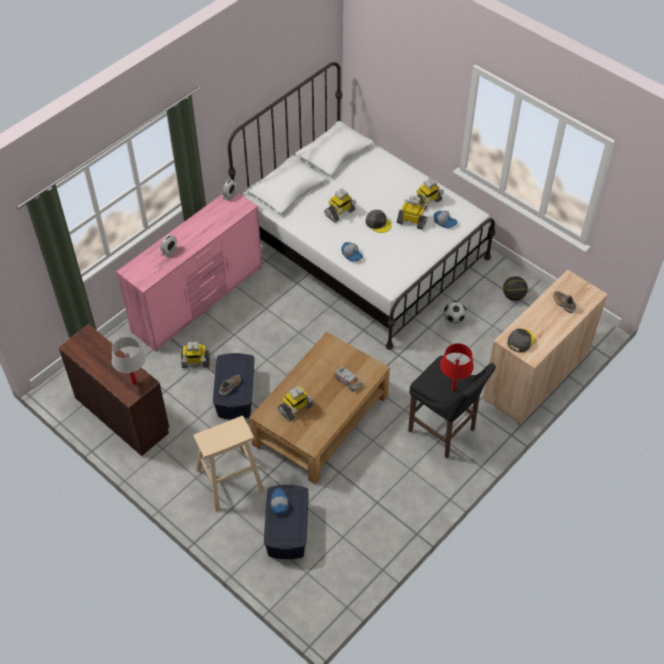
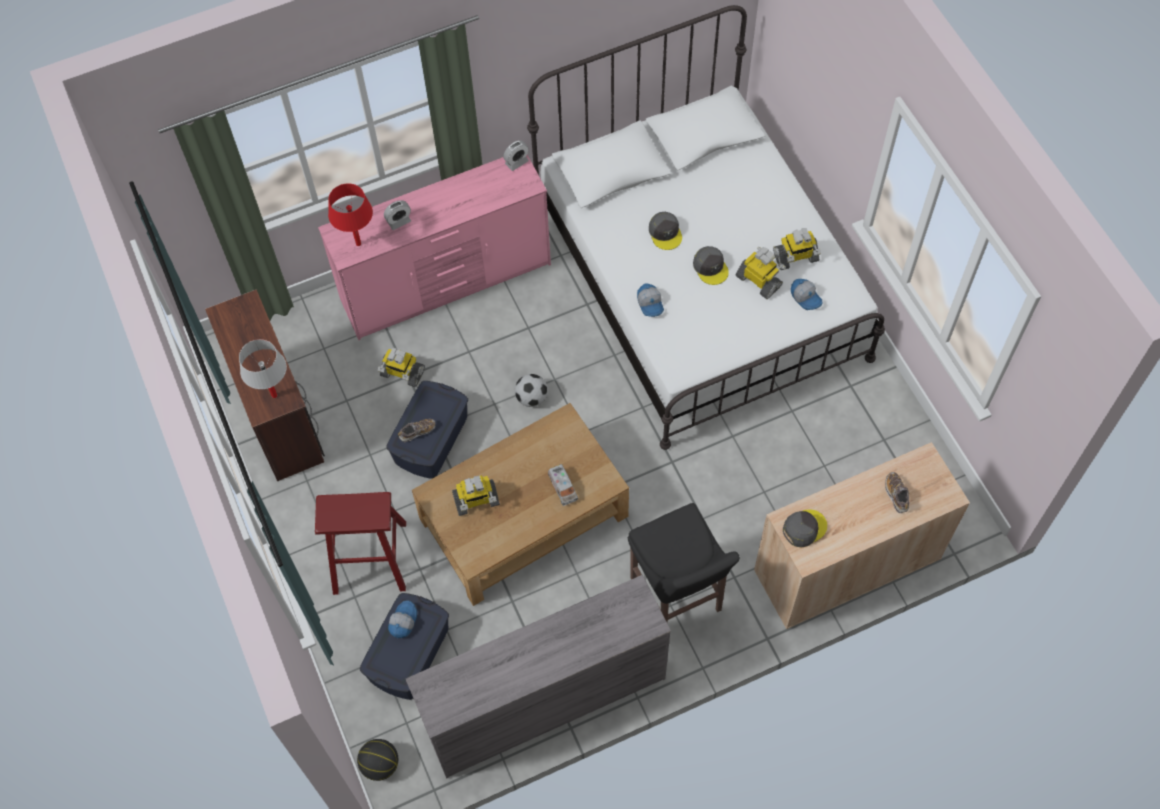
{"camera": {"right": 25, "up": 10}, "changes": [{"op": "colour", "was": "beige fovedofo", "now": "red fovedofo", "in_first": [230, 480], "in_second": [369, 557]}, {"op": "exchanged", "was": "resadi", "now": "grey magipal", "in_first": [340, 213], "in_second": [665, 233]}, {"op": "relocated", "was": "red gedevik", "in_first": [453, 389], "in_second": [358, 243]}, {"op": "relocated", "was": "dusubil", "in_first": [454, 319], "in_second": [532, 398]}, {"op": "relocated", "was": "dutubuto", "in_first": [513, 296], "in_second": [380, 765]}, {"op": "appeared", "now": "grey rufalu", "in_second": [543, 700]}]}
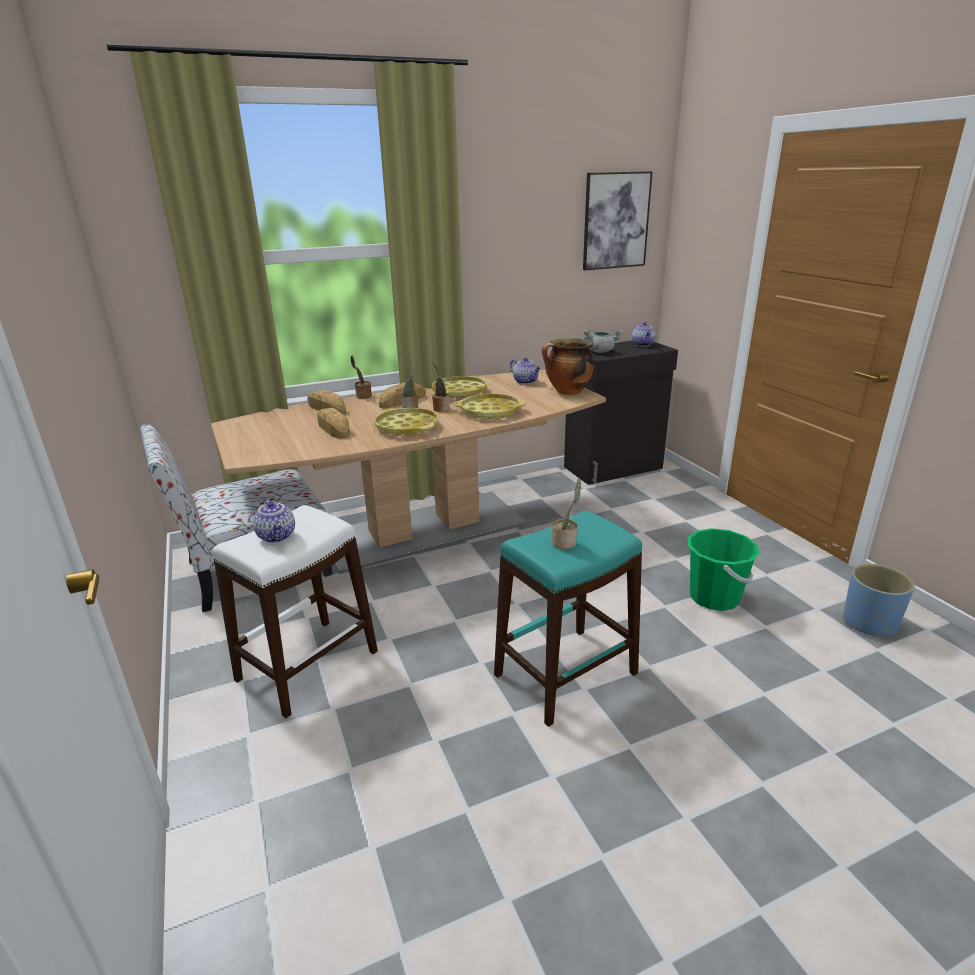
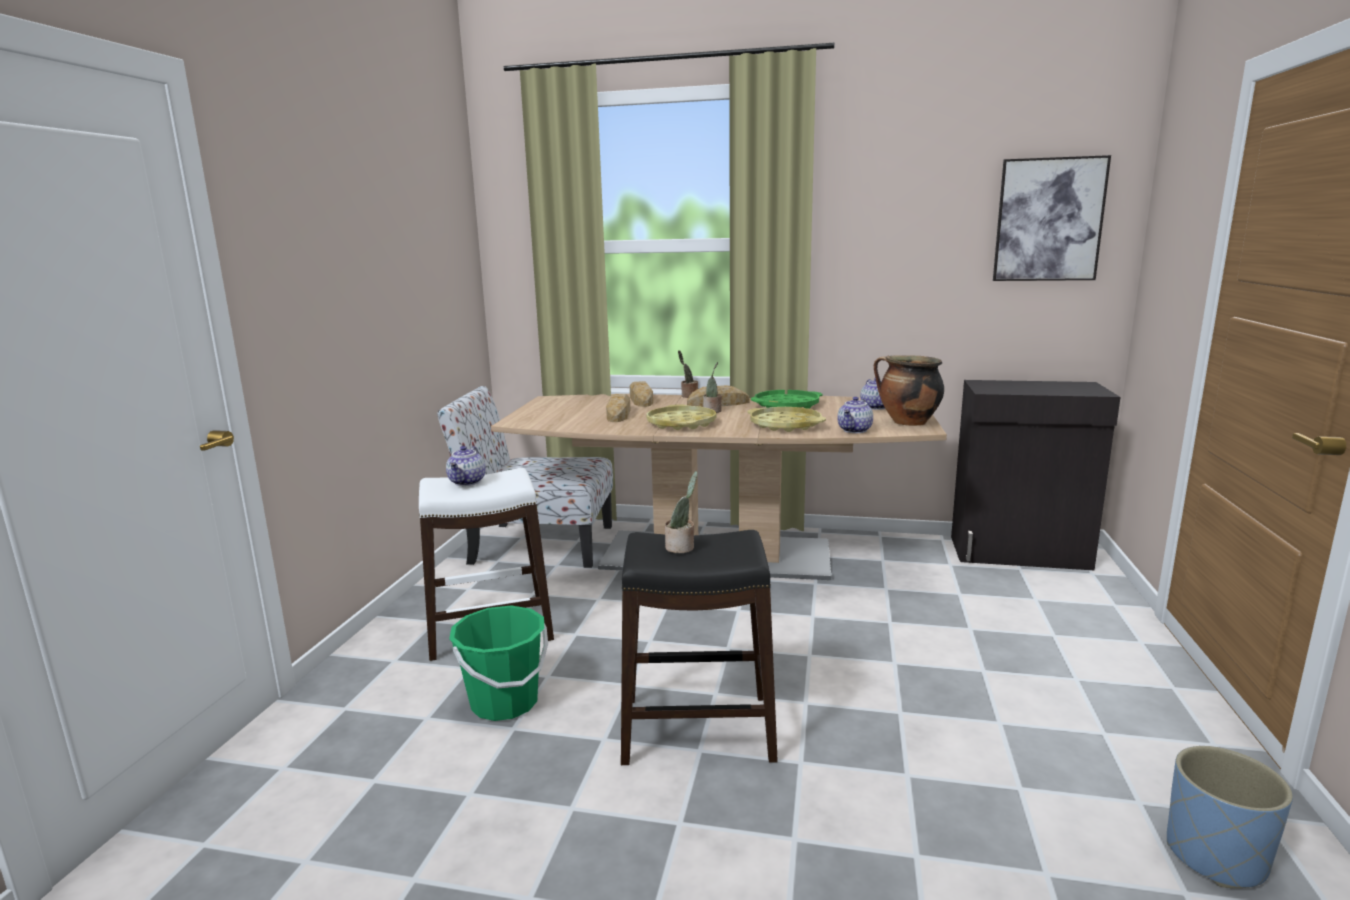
{"camera": {"right": 35, "up": -10}, "changes": [{"op": "missing", "was": "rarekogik", "in_first": [440, 409]}, {"op": "colour", "was": "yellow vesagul", "now": "green vesagul", "in_first": [459, 392], "in_second": [786, 405]}, {"op": "colour", "was": "turquoise fovedofo", "now": "black fovedofo", "in_first": [564, 674], "in_second": [696, 728]}, {"op": "missing", "was": "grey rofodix", "in_first": [600, 352]}, {"op": "relocated", "was": "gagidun", "in_first": [643, 345], "in_second": [855, 430]}, {"op": "relocated", "was": "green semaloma", "in_first": [714, 597], "in_second": [504, 702]}]}
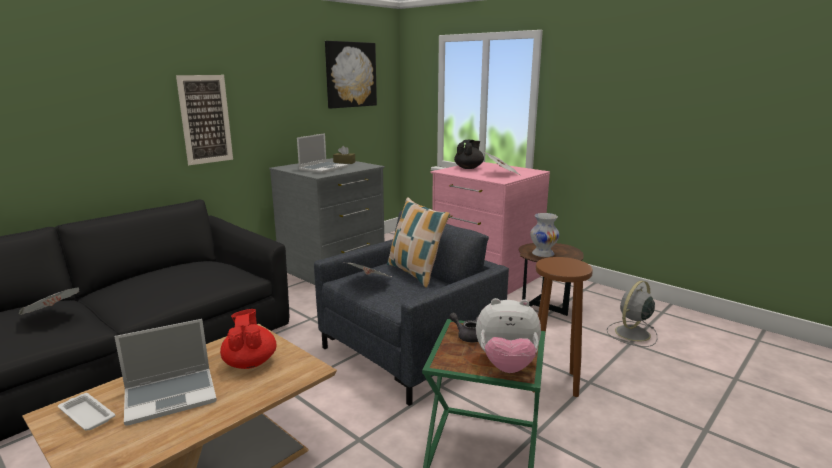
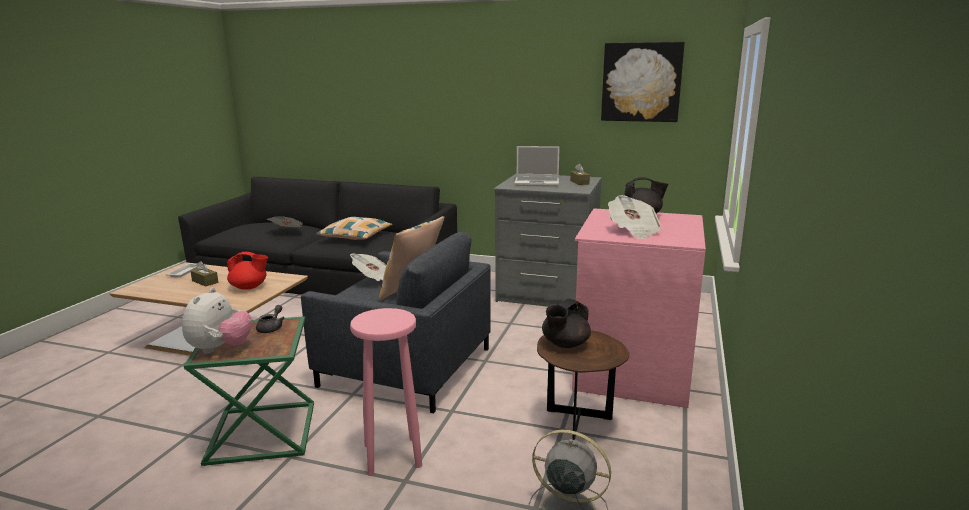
{"camera": {"right": 65, "up": 0}, "changes": [{"op": "exchanged", "was": "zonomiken", "now": "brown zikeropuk", "in_first": [172, 396], "in_second": [205, 282]}, {"op": "missing", "was": "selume", "in_first": [205, 119]}, {"op": "spun", "was": "red gagidun", "in_first": [250, 362], "in_second": [249, 287], "clockwise": 45}, {"op": "spun", "was": "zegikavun", "in_first": [506, 365], "in_second": [220, 349], "clockwise": -150}, {"op": "exchanged", "was": "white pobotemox", "now": "black gagidun", "in_first": [542, 254], "in_second": [565, 344]}, {"op": "colour", "was": "brown fovedofo", "now": "pink fovedofo", "in_first": [553, 382], "in_second": [391, 455]}, {"op": "appeared", "now": "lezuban", "in_second": [355, 236]}]}
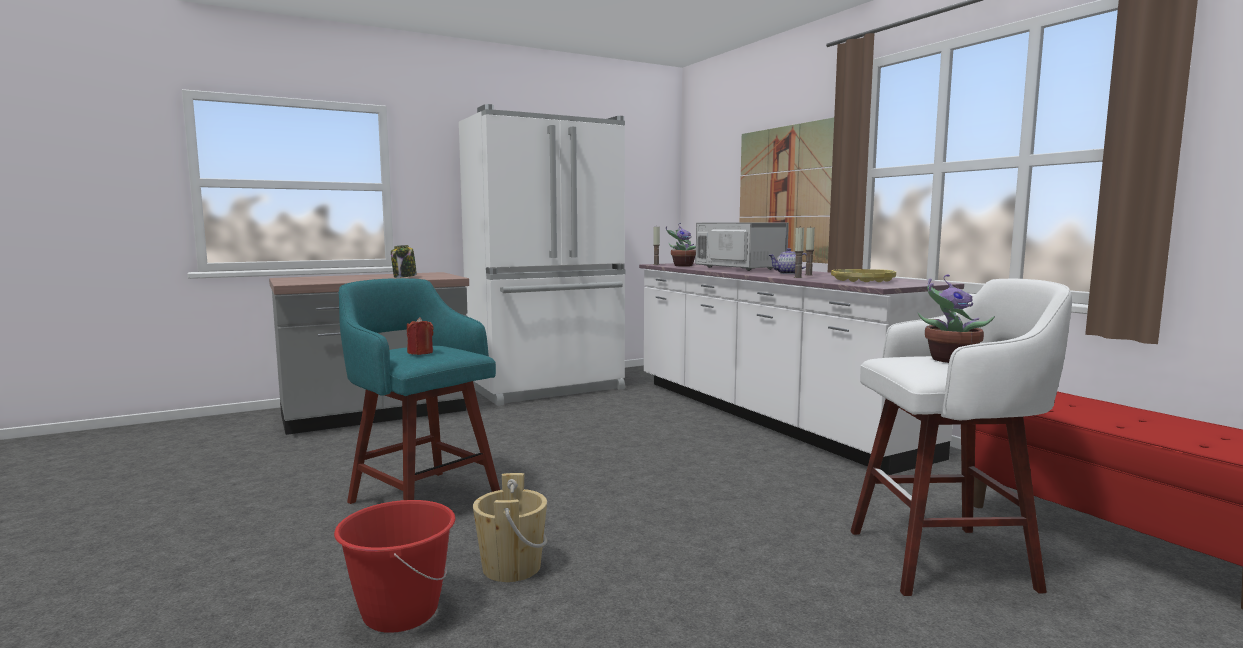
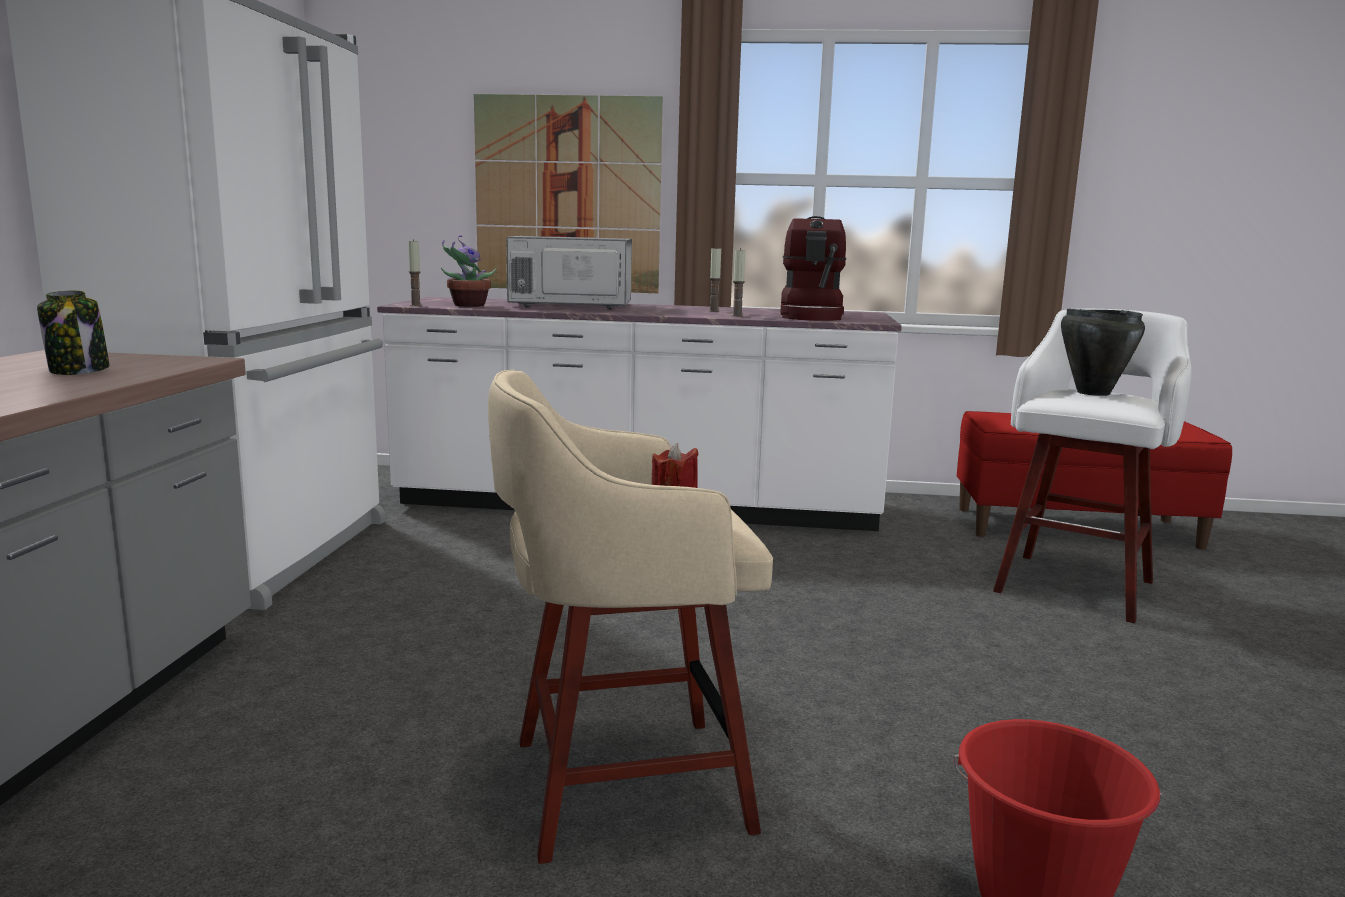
{"camera": {"right": -55, "up": 5}, "changes": [{"op": "colour", "was": "turquoise fovedofo", "now": "beige fovedofo", "in_first": [422, 499], "in_second": [620, 785]}, {"op": "missing", "was": "beige semaloma", "in_first": [511, 567]}, {"op": "missing", "was": "gagidun", "in_first": [788, 273]}, {"op": "exchanged", "was": "yellow vesagul", "now": "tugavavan", "in_first": [863, 280], "in_second": [812, 315]}, {"op": "exchanged", "was": "rarekogik", "now": "black rofodix", "in_first": [948, 360], "in_second": [1092, 393]}]}
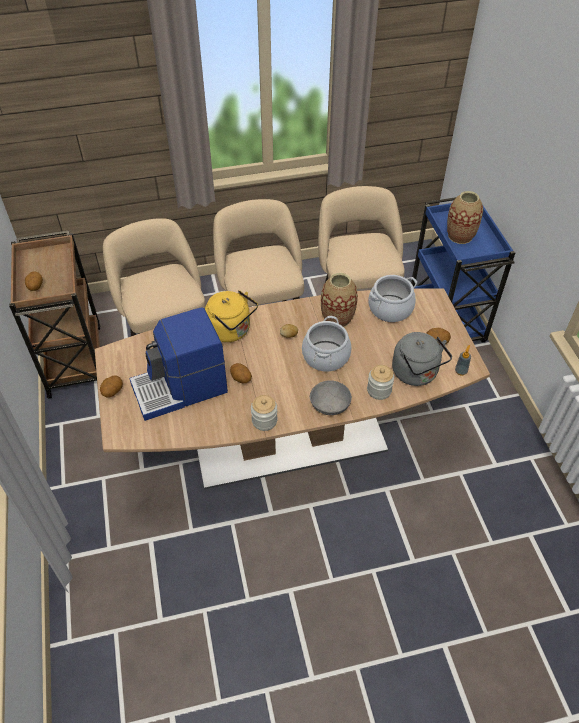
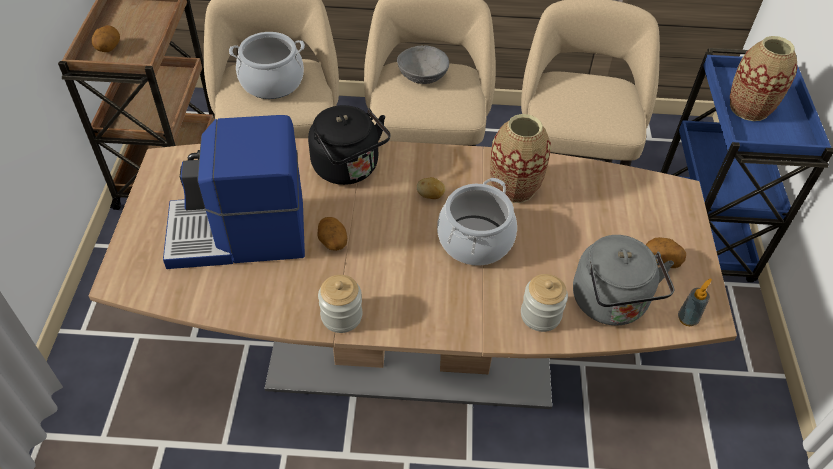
{"camera": {"right": 15, "up": 0}, "changes": [{"op": "missing", "was": "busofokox", "in_first": [112, 392]}, {"op": "colour", "was": "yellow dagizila", "now": "black dagizila", "in_first": [231, 331], "in_second": [349, 169]}, {"op": "relocated", "was": "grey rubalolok", "in_first": [330, 405], "in_second": [423, 76]}, {"op": "relocated", "was": "rofodix", "in_first": [390, 308], "in_second": [271, 82]}]}
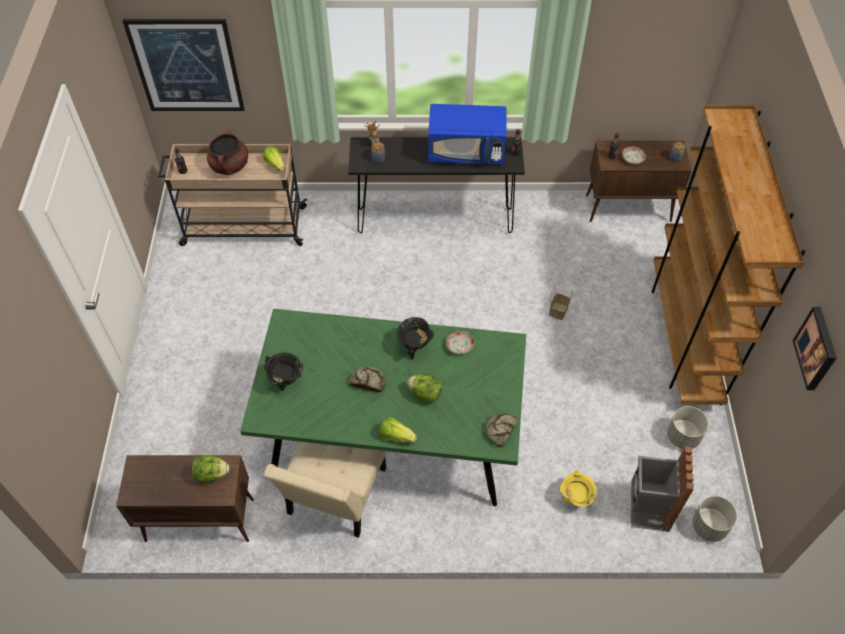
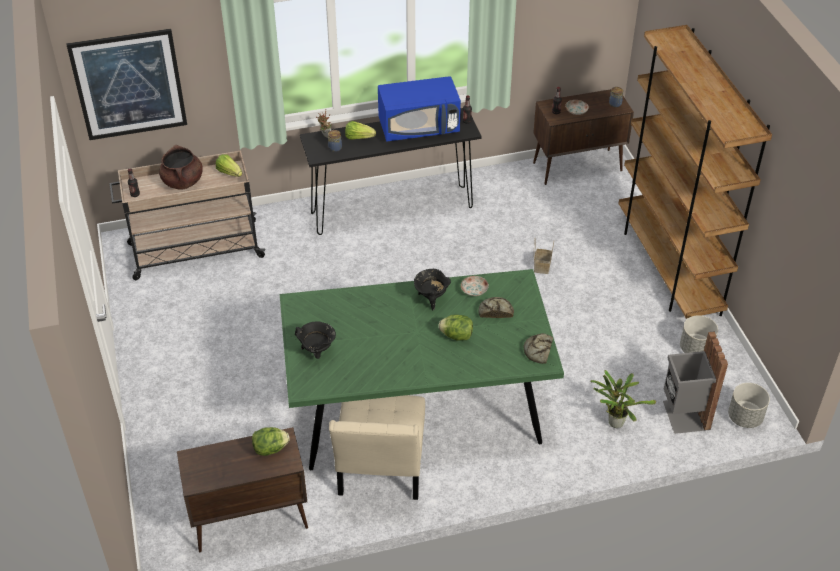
{"camera": {"right": -15, "up": -10}, "changes": [{"op": "relocated", "was": "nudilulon", "in_first": [368, 381], "in_second": [495, 311]}, {"op": "relocated", "was": "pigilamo", "in_first": [396, 436], "in_second": [358, 137]}, {"op": "exchanged", "was": "yellow rofodix", "now": "rarekogik", "in_first": [575, 498], "in_second": [614, 421]}, {"op": "missing", "was": "selume", "in_first": [817, 348]}]}
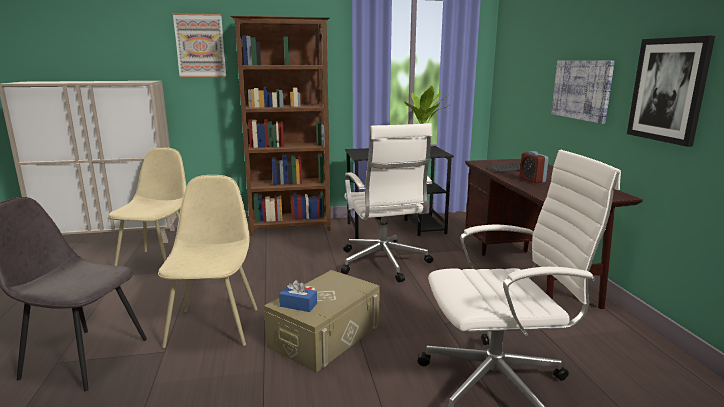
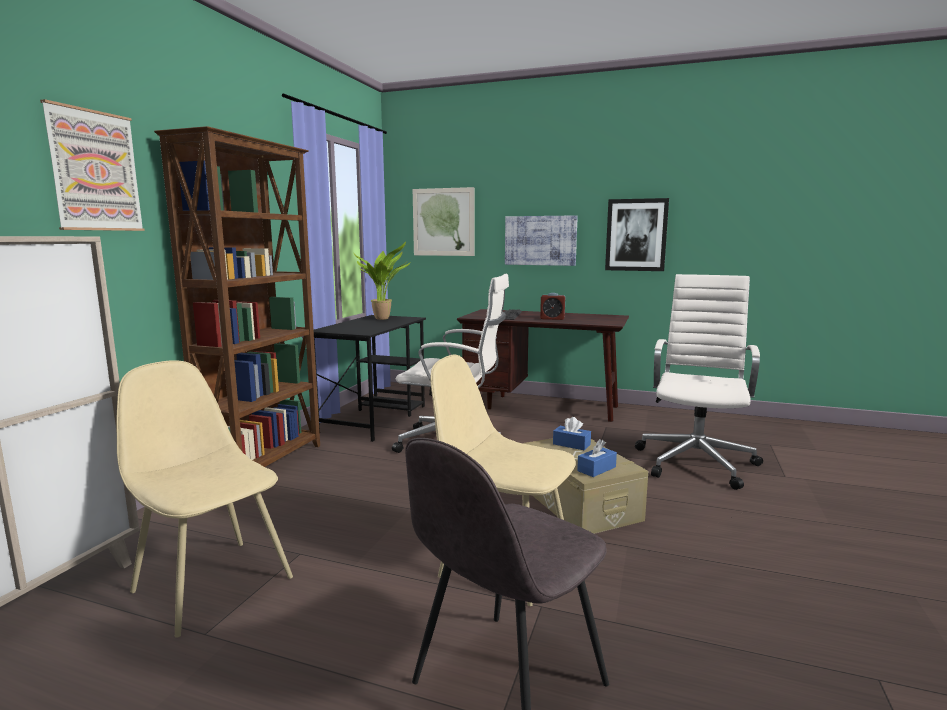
{"camera": {"right": -60, "up": -5}, "changes": [{"op": "appeared", "now": "selume", "in_second": [443, 222]}, {"op": "appeared", "now": "blue zikeropuk", "in_second": [571, 444]}]}
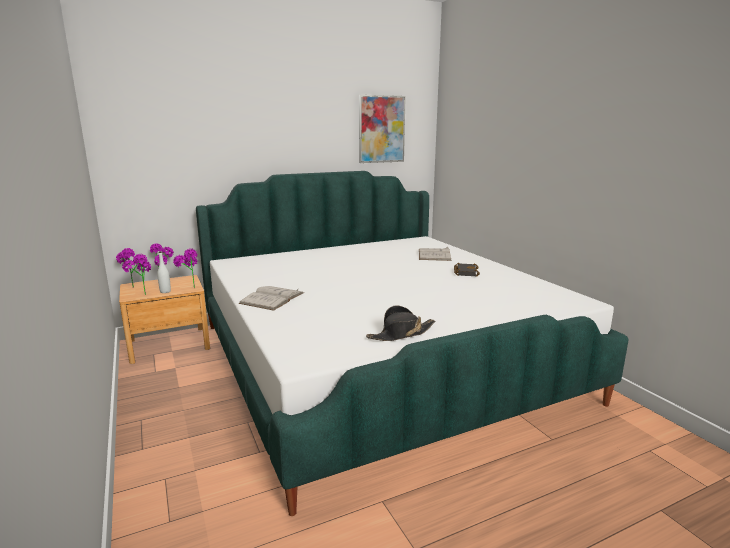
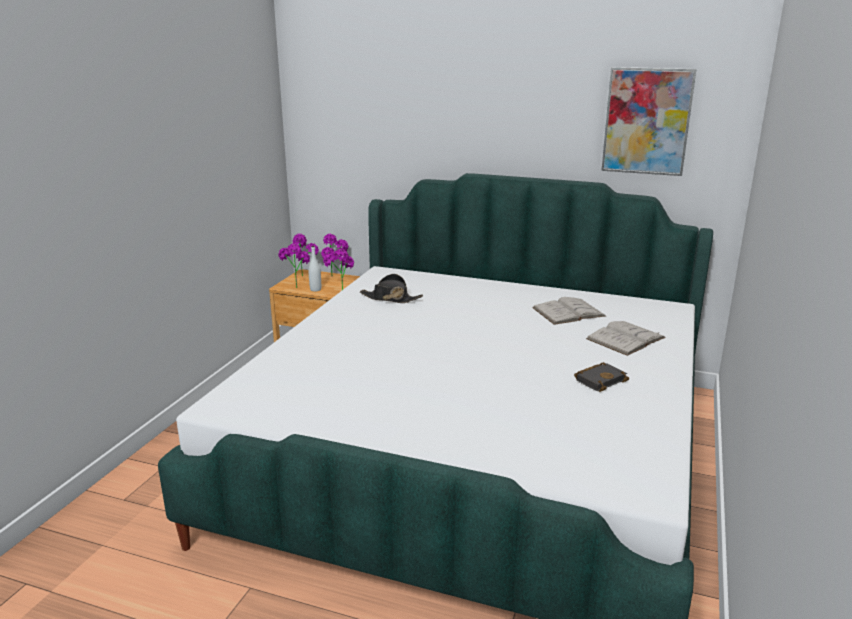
{"camera": {"right": 45, "up": 5}, "changes": [{"op": "relocated", "was": "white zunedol", "in_first": [272, 298], "in_second": [568, 312]}, {"op": "relocated", "was": "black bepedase", "in_first": [401, 334], "in_second": [390, 298]}]}
